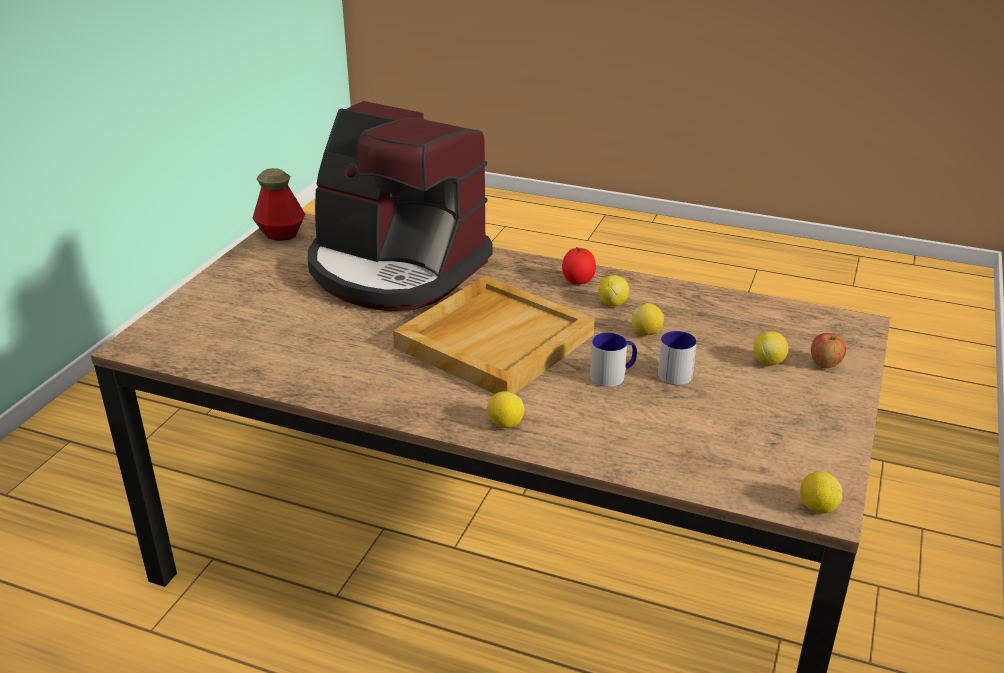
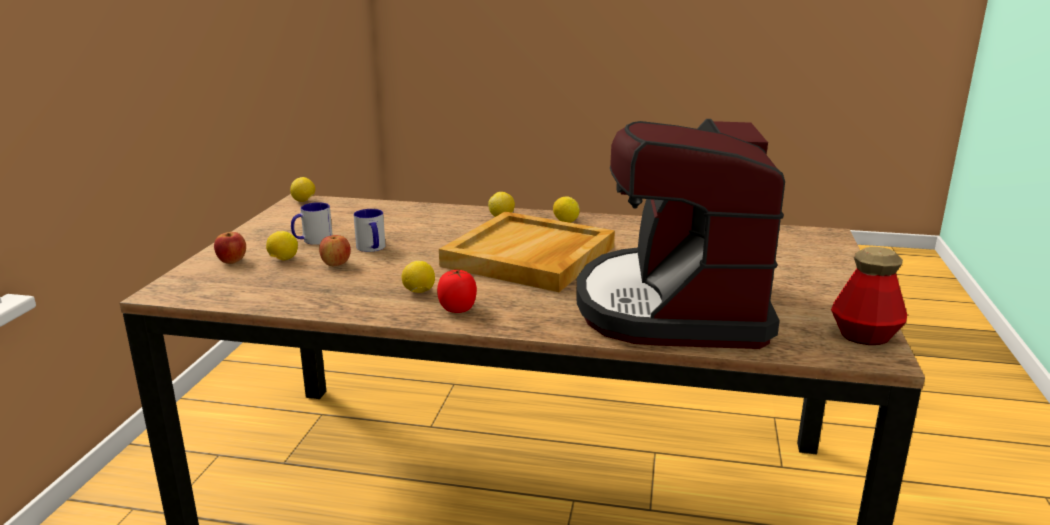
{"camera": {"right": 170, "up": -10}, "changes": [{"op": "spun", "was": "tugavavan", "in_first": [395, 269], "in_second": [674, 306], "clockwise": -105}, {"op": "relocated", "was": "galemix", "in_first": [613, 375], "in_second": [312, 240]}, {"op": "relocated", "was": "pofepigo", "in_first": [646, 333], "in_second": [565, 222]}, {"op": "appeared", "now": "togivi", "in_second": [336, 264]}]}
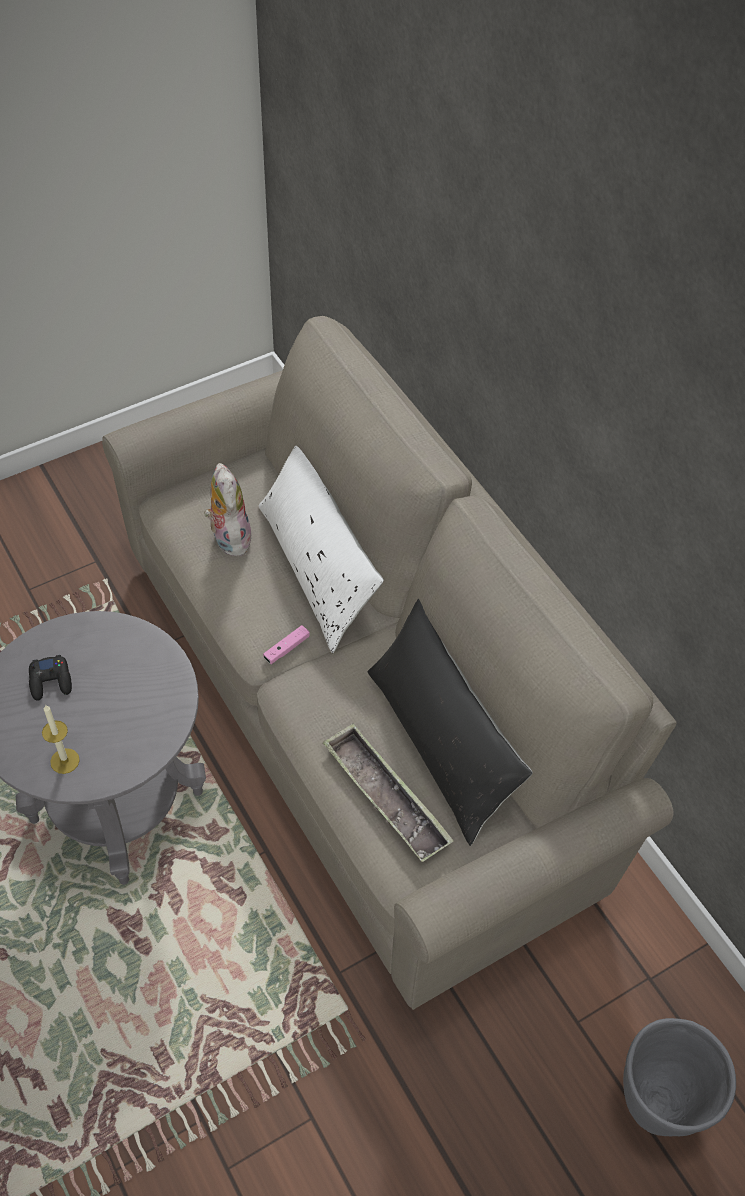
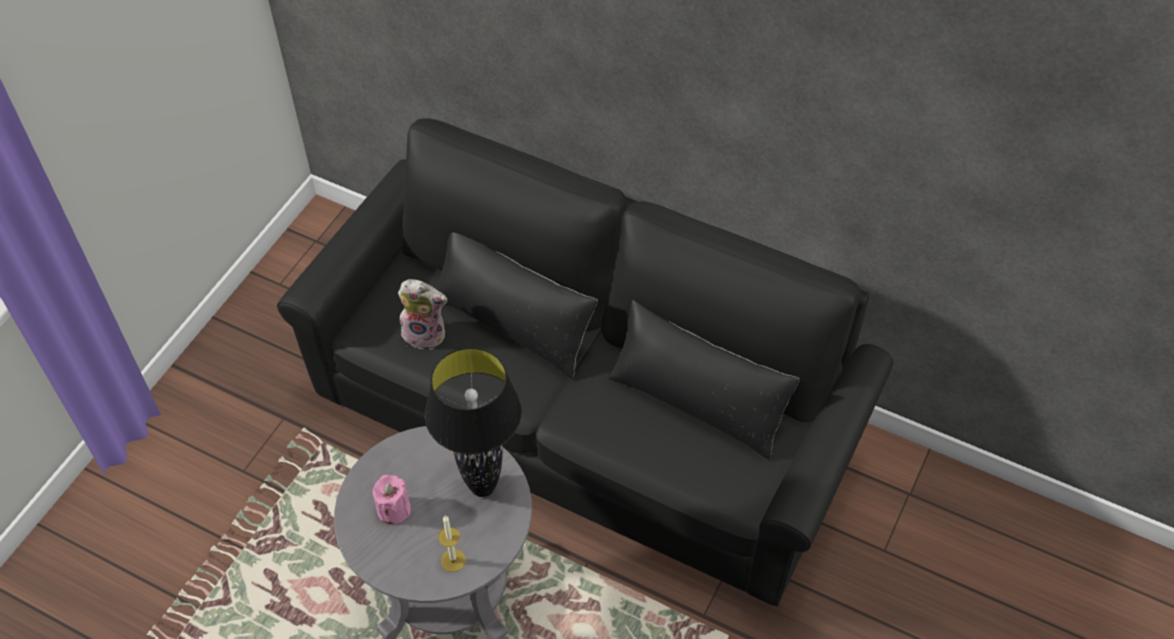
{"camera": {"right": -30, "up": 0}, "changes": [{"op": "exchanged", "was": "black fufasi", "now": "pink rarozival", "in_first": [51, 681], "in_second": [394, 509]}, {"op": "colour", "was": "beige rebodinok", "now": "black rebodinok", "in_first": [367, 711], "in_second": [587, 419]}, {"op": "spun", "was": "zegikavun", "in_first": [229, 537], "in_second": [426, 333], "clockwise": 150}, {"op": "colour", "was": "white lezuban", "now": "black lezuban", "in_first": [317, 568], "in_second": [513, 322]}, {"op": "missing", "was": "pink fufasi", "in_first": [286, 648]}, {"op": "missing", "was": "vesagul", "in_first": [385, 796]}, {"op": "missing", "was": "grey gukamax", "in_first": [658, 1105]}, {"op": "appeared", "now": "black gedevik", "in_second": [482, 488]}]}
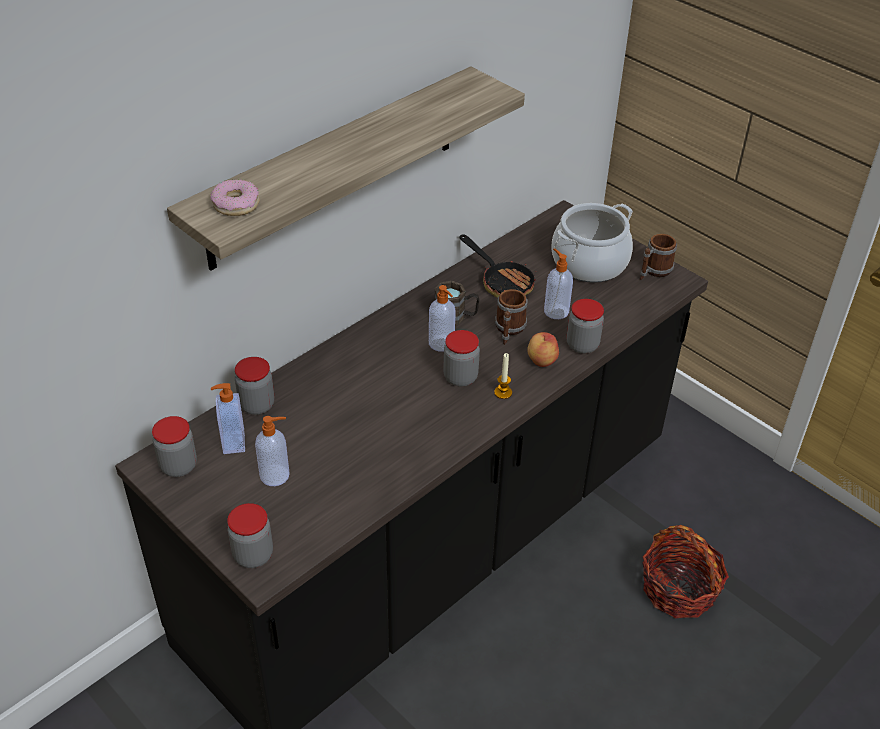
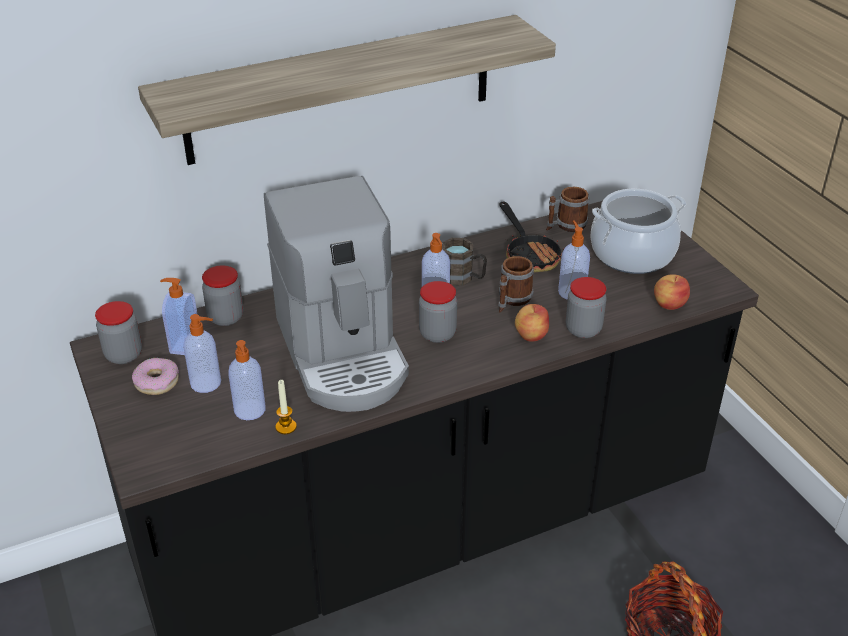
{"camera": {"right": 20, "up": -5}, "changes": [{"op": "relocated", "was": "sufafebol", "in_first": [236, 204], "in_second": [157, 382]}, {"op": "missing", "was": "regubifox", "in_first": [253, 555]}, {"op": "relocated", "was": "rarozival", "in_first": [503, 392], "in_second": [286, 427]}, {"op": "relocated", "was": "galemix", "in_first": [653, 271], "in_second": [565, 226]}, {"op": "appeared", "now": "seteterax", "in_second": [250, 411]}, {"op": "appeared", "now": "tugavavan", "in_second": [343, 354]}, {"op": "appeared", "now": "togivi", "in_second": [669, 304]}]}
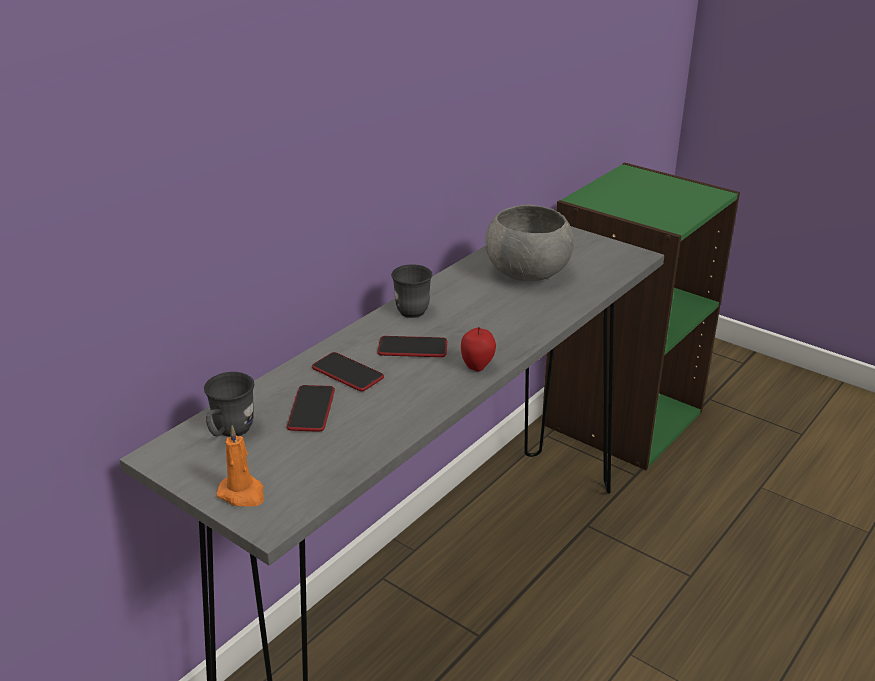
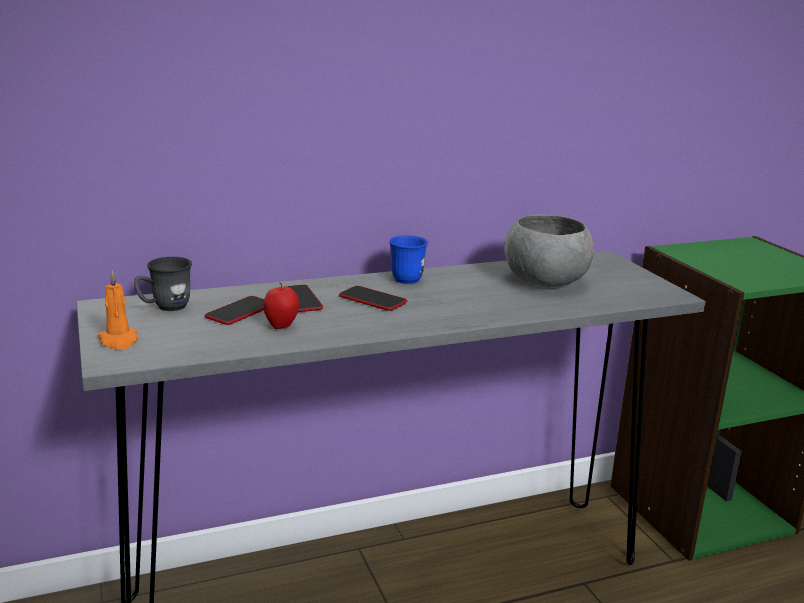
{"camera": {"right": 30, "up": -10}, "changes": [{"op": "colour", "was": "grey galemix", "now": "blue galemix", "in_first": [410, 308], "in_second": [408, 277]}, {"op": "relocated", "was": "togivi", "in_first": [477, 366], "in_second": [281, 326]}]}
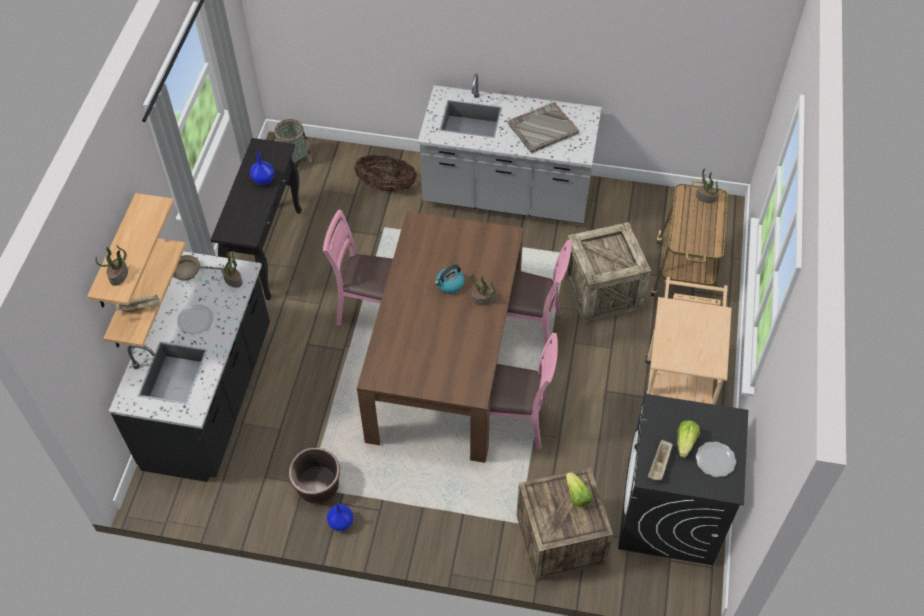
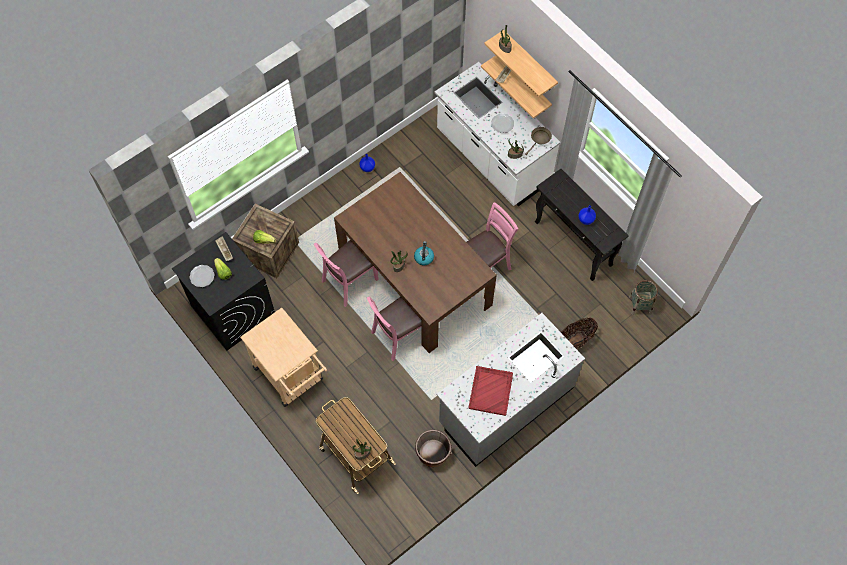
{"camera": {"right": 130, "up": 10}, "changes": [{"op": "colour", "was": "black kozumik", "now": "white kozumik", "in_first": [211, 398], "in_second": [492, 158]}, {"op": "relocated", "was": "brown gukamax", "in_first": [318, 486], "in_second": [433, 453]}, {"op": "colour", "was": "grey vesagul", "now": "red vesagul", "in_first": [542, 128], "in_second": [491, 390]}, {"op": "missing", "was": "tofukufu", "in_first": [602, 291]}]}
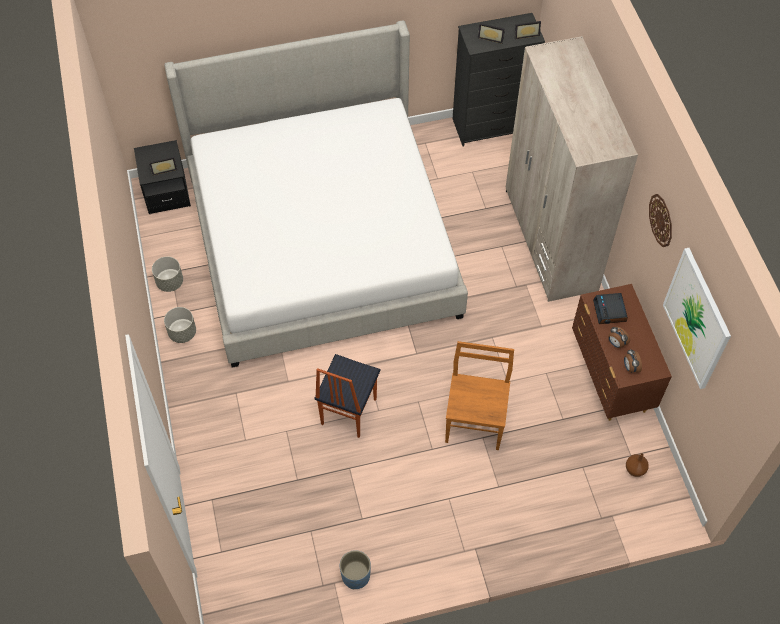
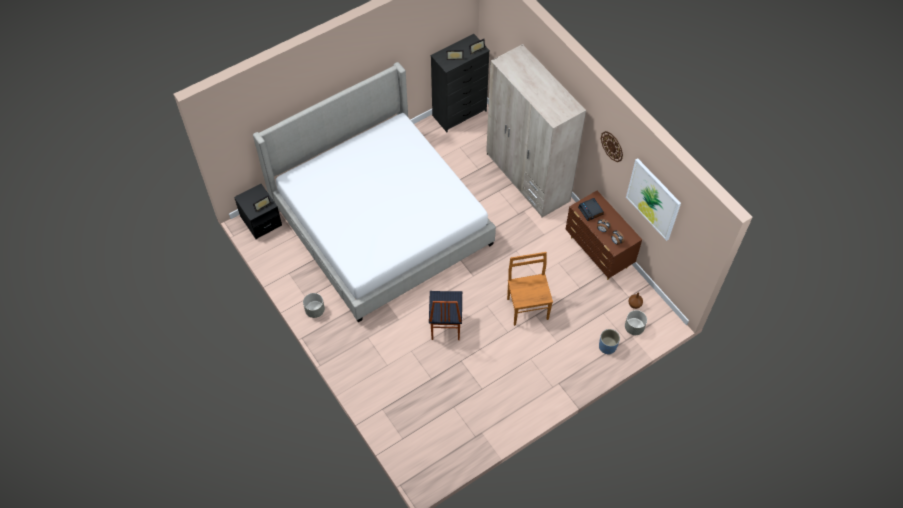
{"camera": {"right": -20, "up": 0}, "changes": [{"op": "relocated", "was": "grey gukamax", "in_first": [170, 282], "in_second": [634, 327]}, {"op": "relocated", "was": "blue gukamax", "in_first": [355, 576], "in_second": [607, 346]}]}
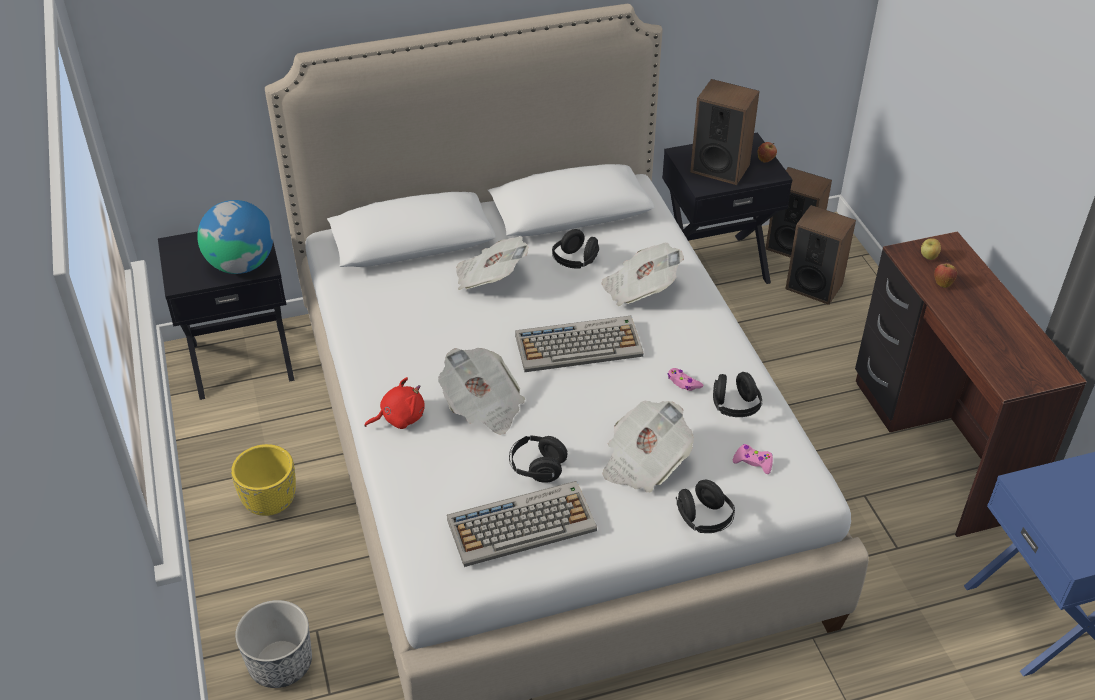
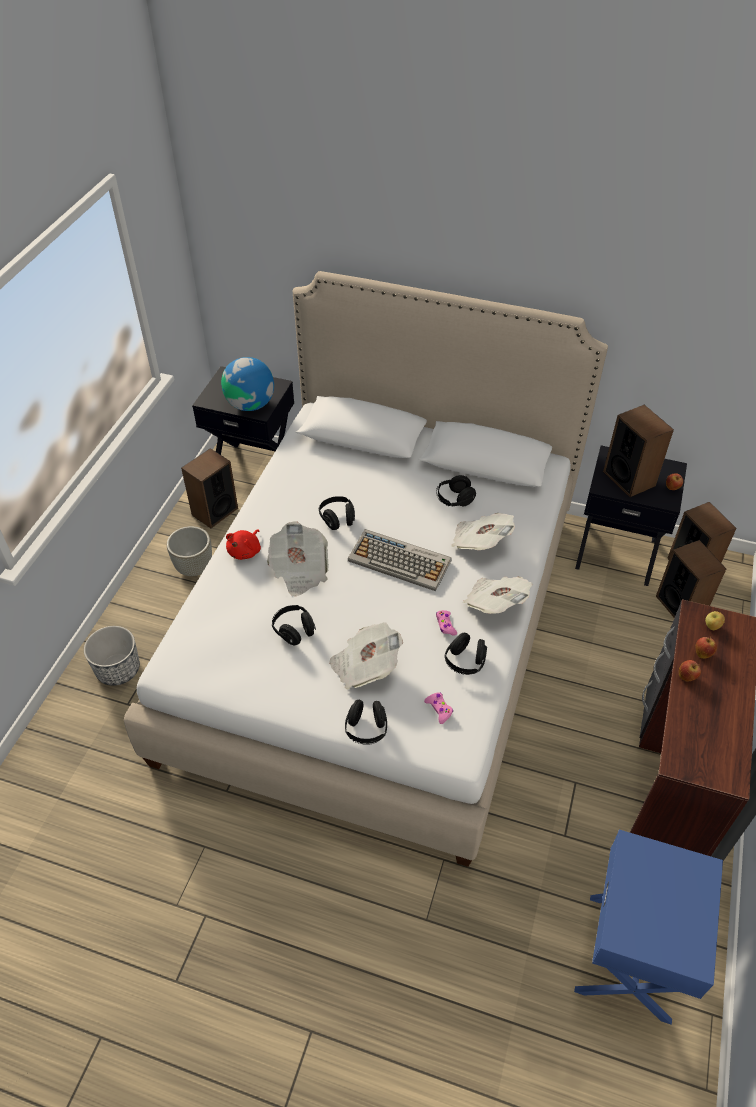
{"camera": {"right": 35, "up": 5}, "changes": [{"op": "colour", "was": "yellow gukamax", "now": "grey gukamax", "in_first": [270, 503], "in_second": [194, 567]}, {"op": "spun", "was": "red zegikavun", "in_first": [399, 417], "in_second": [245, 551], "clockwise": 105}, {"op": "missing", "was": "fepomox", "in_first": [522, 524]}, {"op": "relocated", "was": "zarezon", "in_first": [490, 278], "in_second": [495, 603]}, {"op": "appeared", "now": "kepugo", "in_second": [214, 511]}, {"op": "appeared", "now": "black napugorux", "in_second": [337, 519]}, {"op": "appeared", "now": "togivi", "in_second": [687, 677]}]}
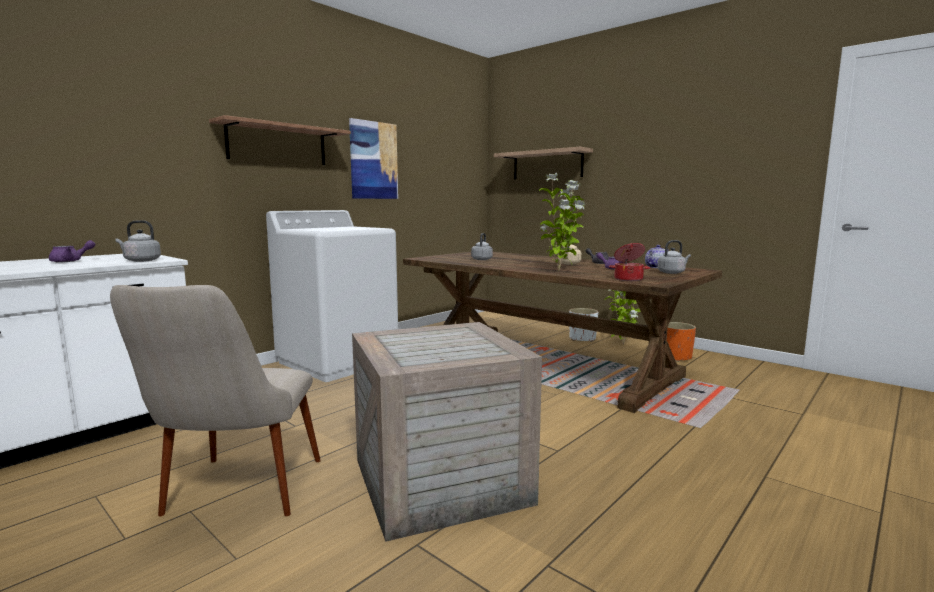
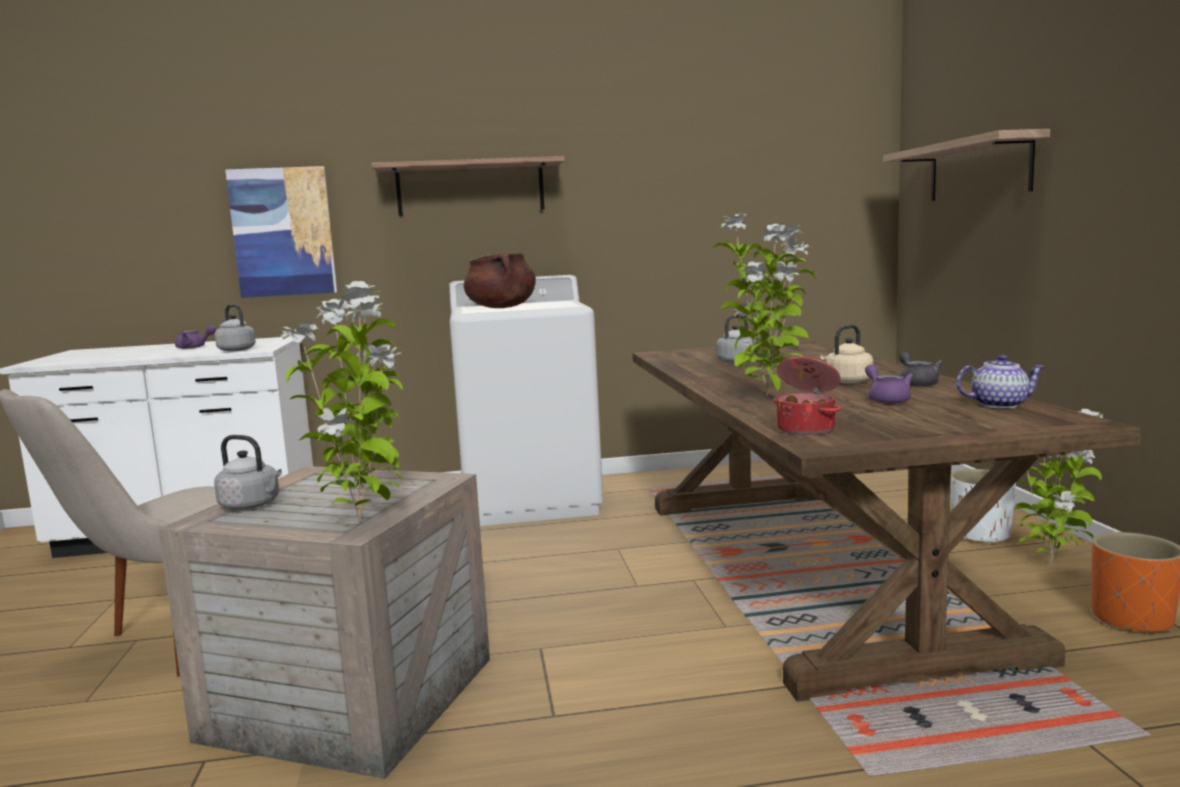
{"camera": {"right": 40, "up": 0}, "changes": [{"op": "relocated", "was": "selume", "in_first": [373, 160], "in_second": [283, 232]}, {"op": "relocated", "was": "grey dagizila", "in_first": [672, 272], "in_second": [252, 505]}, {"op": "appeared", "now": "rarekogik", "in_second": [363, 521]}, {"op": "appeared", "now": "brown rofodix", "in_second": [501, 308]}]}
